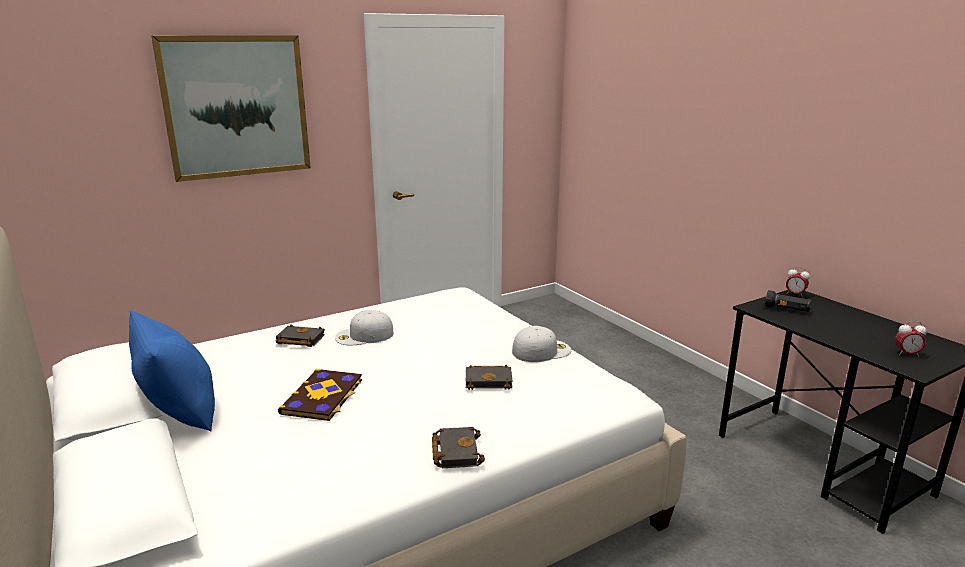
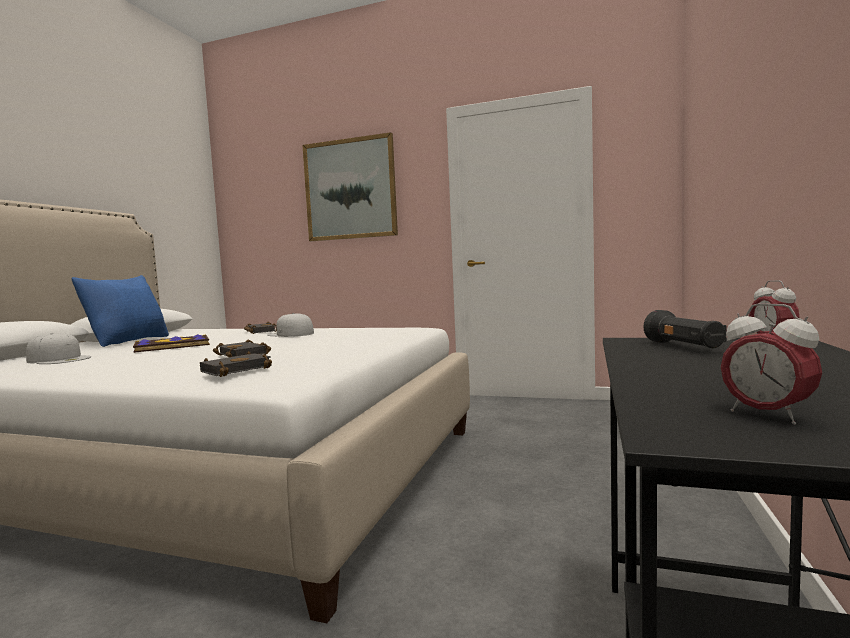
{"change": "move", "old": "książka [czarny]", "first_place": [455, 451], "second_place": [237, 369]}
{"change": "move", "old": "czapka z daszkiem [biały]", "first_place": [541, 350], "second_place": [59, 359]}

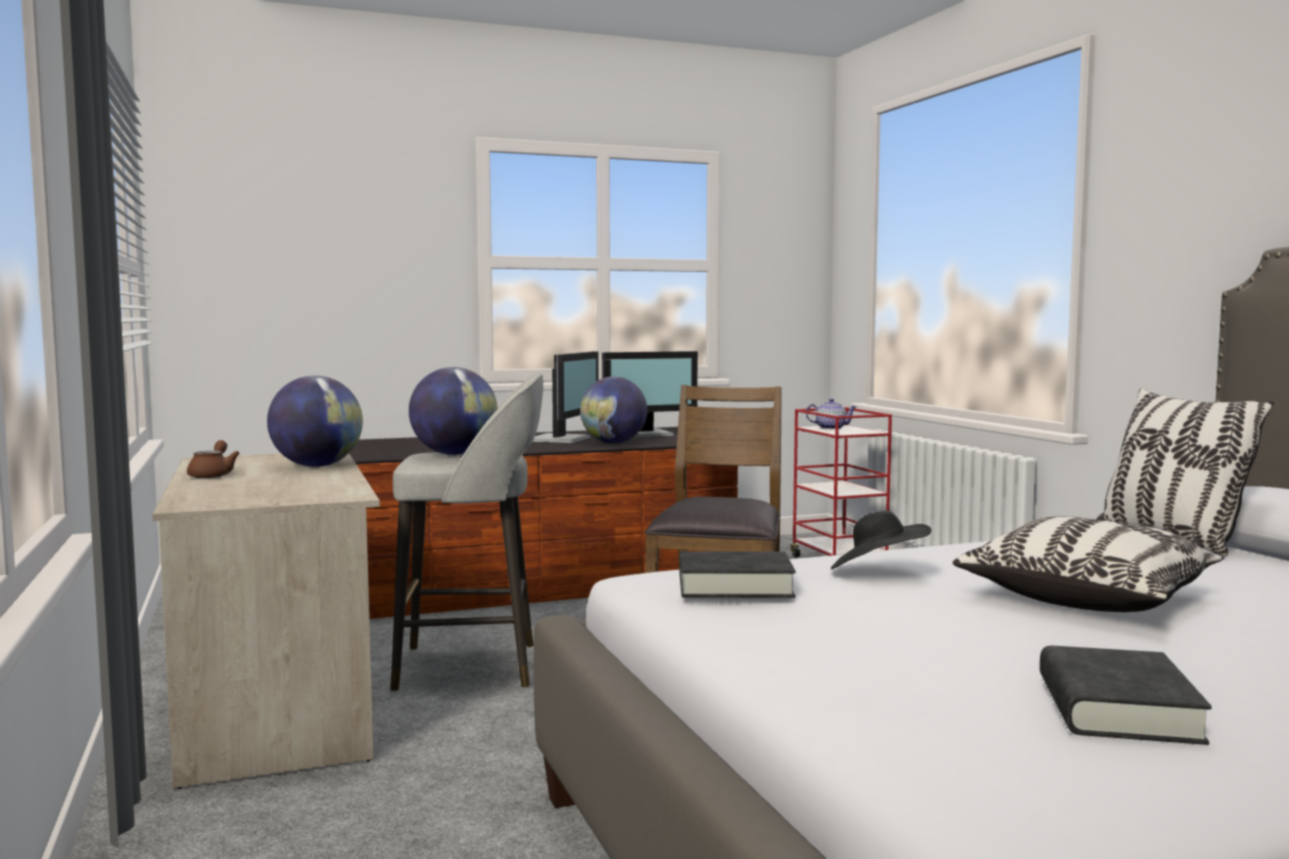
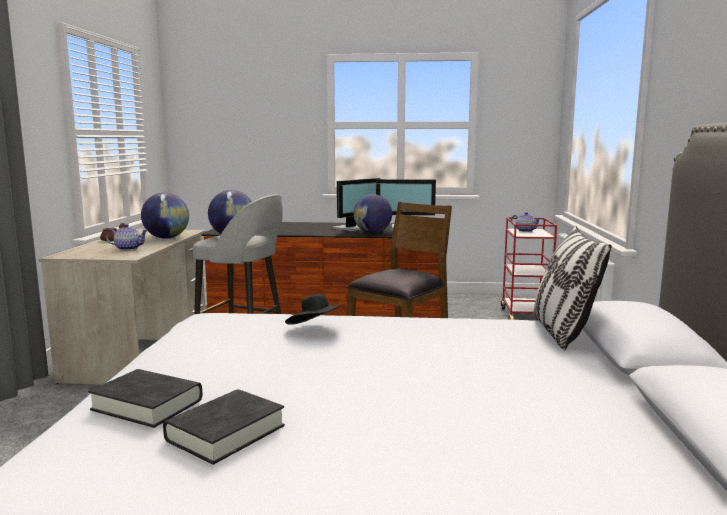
{"change": "delete", "old": "poduszka", "first_place": [1087, 597]}
{"change": "insert", "new": "imbryk", "second_place": [128, 248]}
{"change": "move", "old": "książka [czarny]", "first_place": [735, 586], "second_place": [147, 405]}

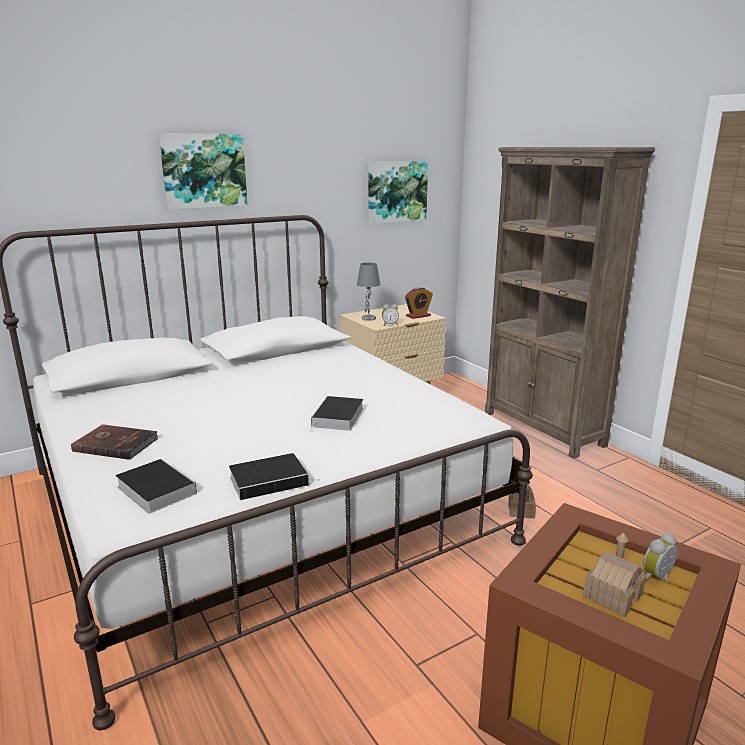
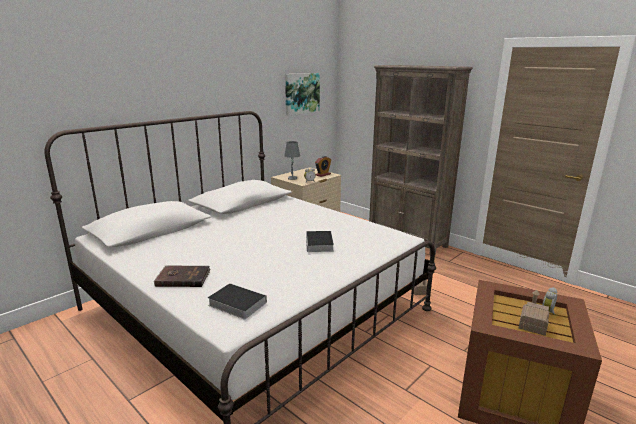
{"change": "delete", "old": "obraz", "first_place": [204, 171]}
{"change": "delete", "old": "książka", "first_place": [270, 480]}

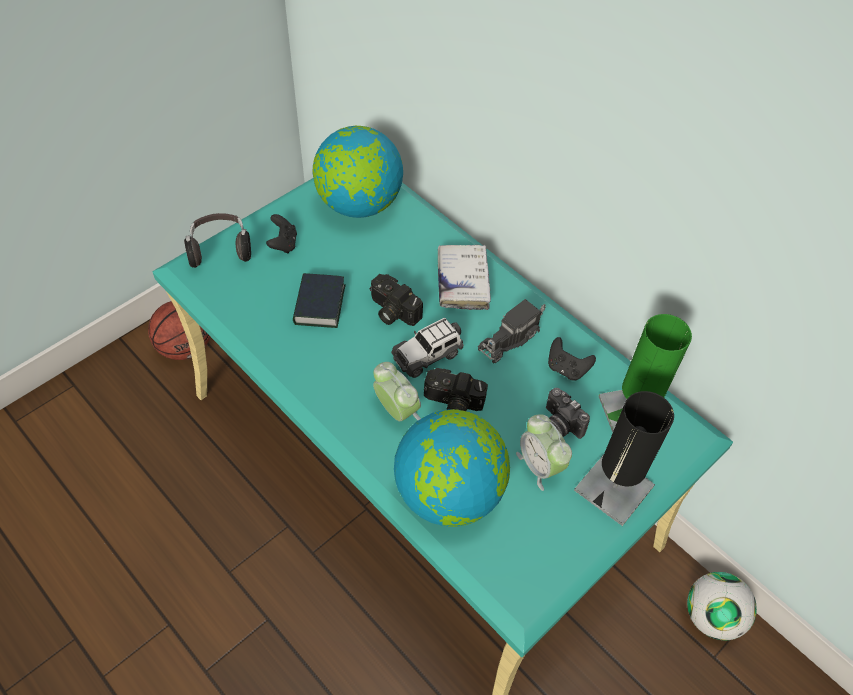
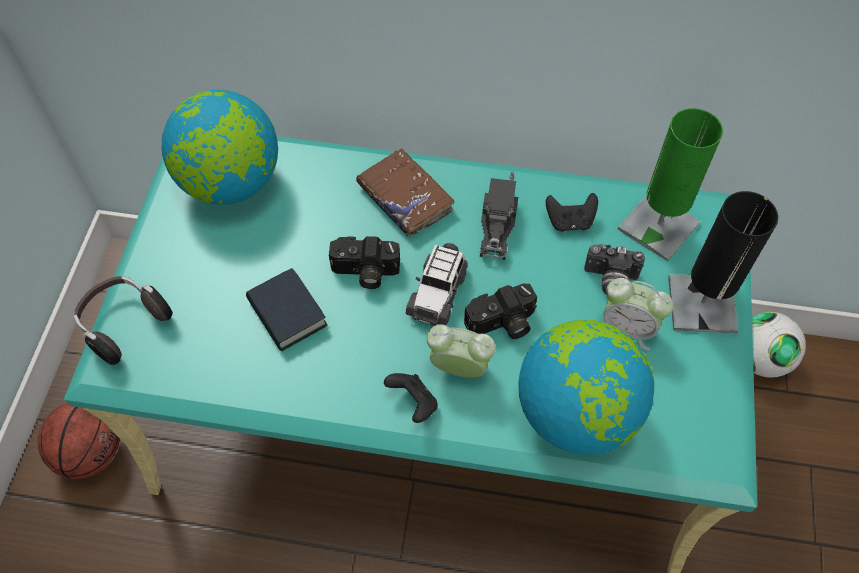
{"change": "move", "old": "pad do gier [czarny]", "first_place": [283, 244], "second_place": [413, 403]}
{"change": "recolor", "old": "książka [biały]", "new": "książka [brązowy]", "first_place": [462, 282], "second_place": [405, 198]}

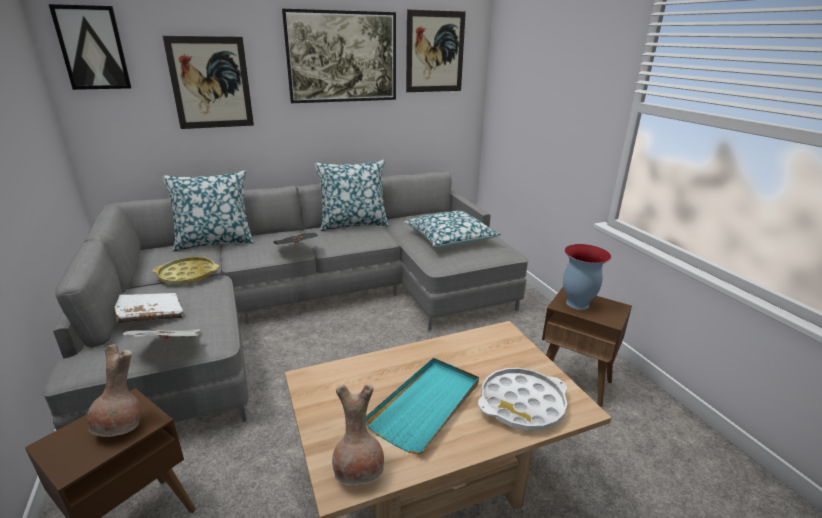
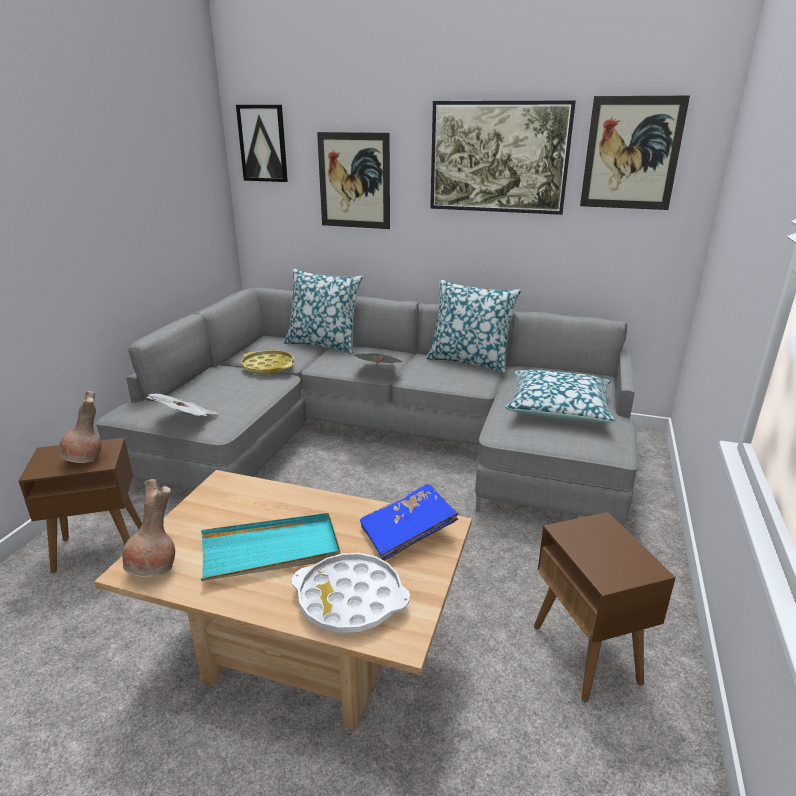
{"change": "delete", "old": "książka [biały]", "first_place": [150, 316]}
{"change": "delete", "old": "wazon", "first_place": [576, 304]}
{"change": "insert", "new": "książka [niebieski]", "second_place": [407, 533]}

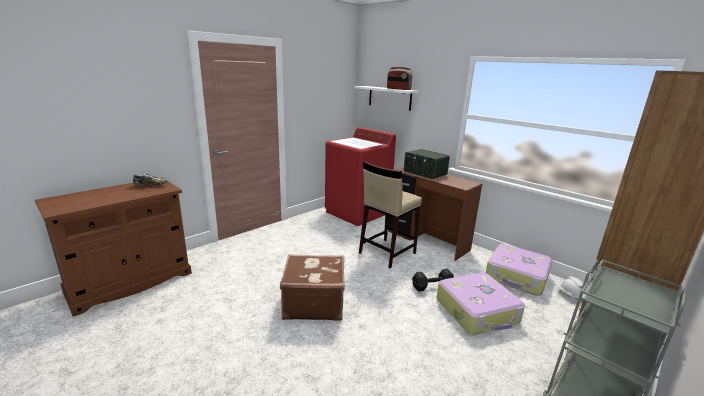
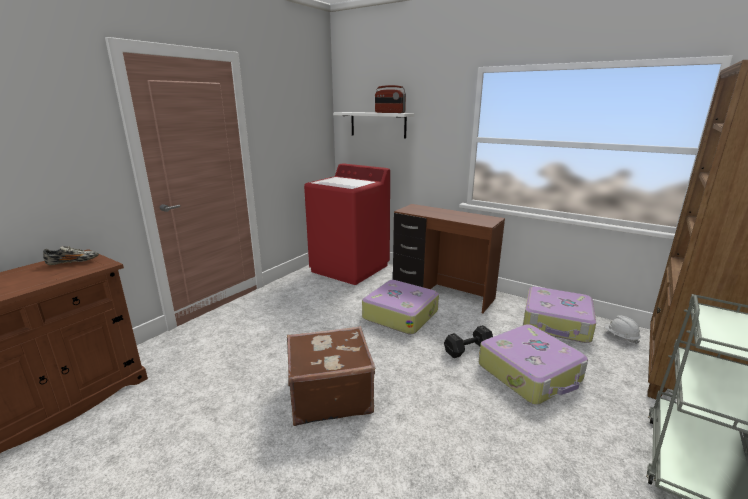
{"change": "delete", "old": "radio", "first_place": [424, 173]}
{"change": "replace", "old": "stołek [beżowy]", "new": "walizka", "first_place": [386, 253], "second_place": [400, 314]}

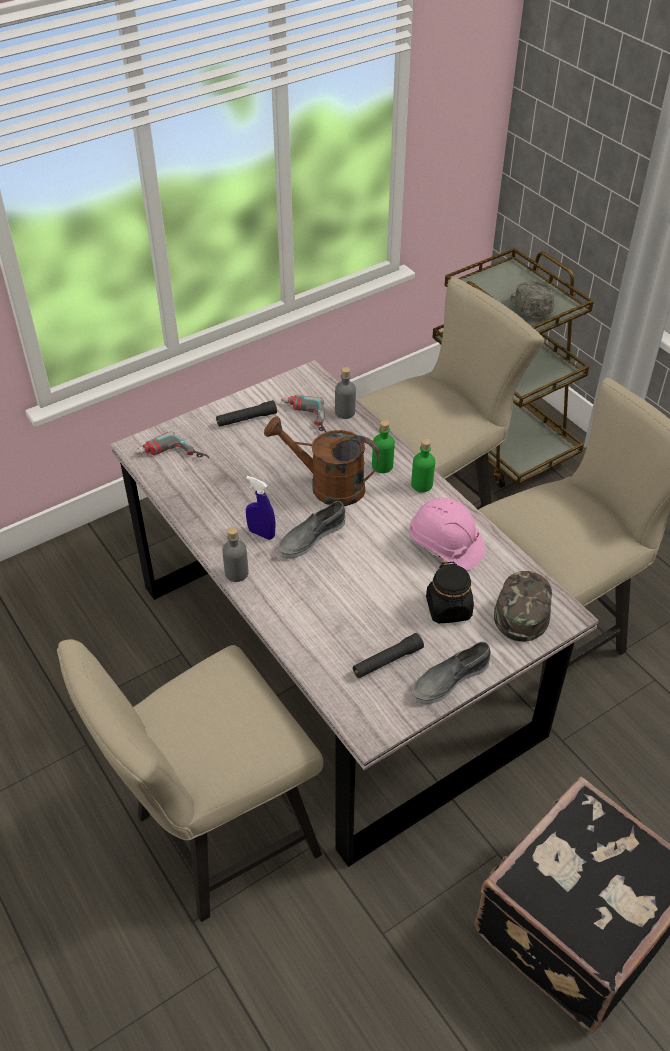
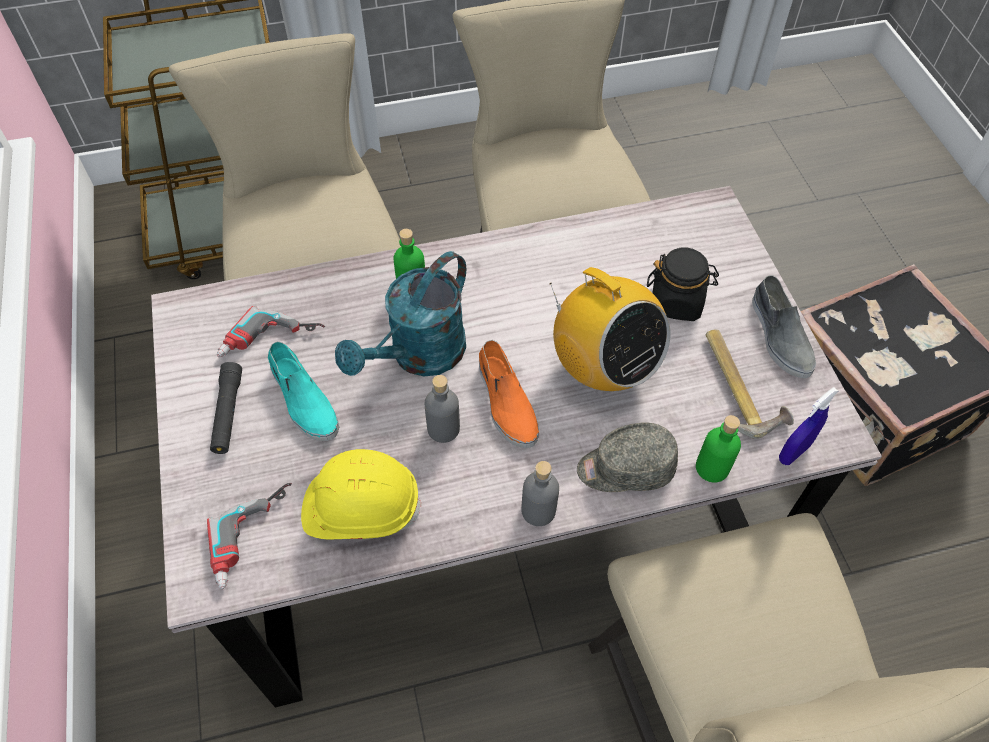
{"change": "delete", "old": "kask [różowy]", "first_place": [445, 546]}
{"change": "delete", "old": "czapka z daszkiem [zielony]", "first_place": [522, 607]}
{"change": "insert", "new": "but [turkusowy]", "second_place": [303, 400]}
{"change": "insert", "new": "kask [żółty]", "second_place": [361, 507]}
{"change": "insert", "new": "radio", "second_place": [603, 368]}
{"change": "move", "old": "spryskiwacz [niebieski]", "first_place": [261, 533], "second_place": [793, 452]}
{"change": "move", "old": "butelka [szary]", "first_place": [345, 412], "second_place": [443, 428]}
{"change": "move", "old": "butelka [zielony]", "first_place": [422, 485], "second_place": [712, 467]}
{"change": "move", "old": "czapka z daszkiem [szary]", "first_place": [529, 306], "second_place": [625, 468]}
{"change": "replace", "old": "latarka [czarny]", "new": "młotek", "first_place": [387, 661], "second_place": [739, 385]}
{"change": "recolor", "old": "konewka [brązowy]", "new": "konewka [turkusowy]", "first_place": [327, 486], "second_place": [419, 356]}
{"change": "recolor", "old": "but [szary]", "new": "but [pomarańczowy]", "first_place": [311, 537], "second_place": [506, 402]}

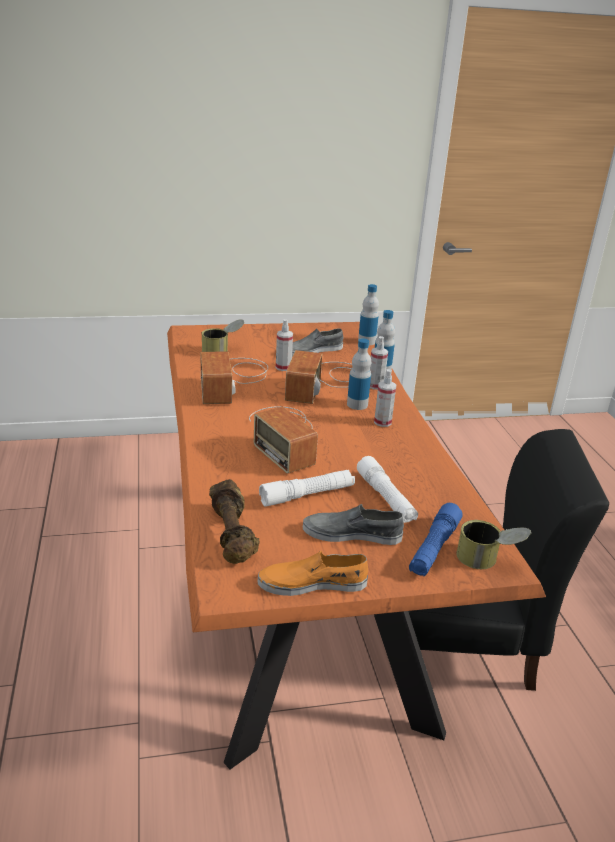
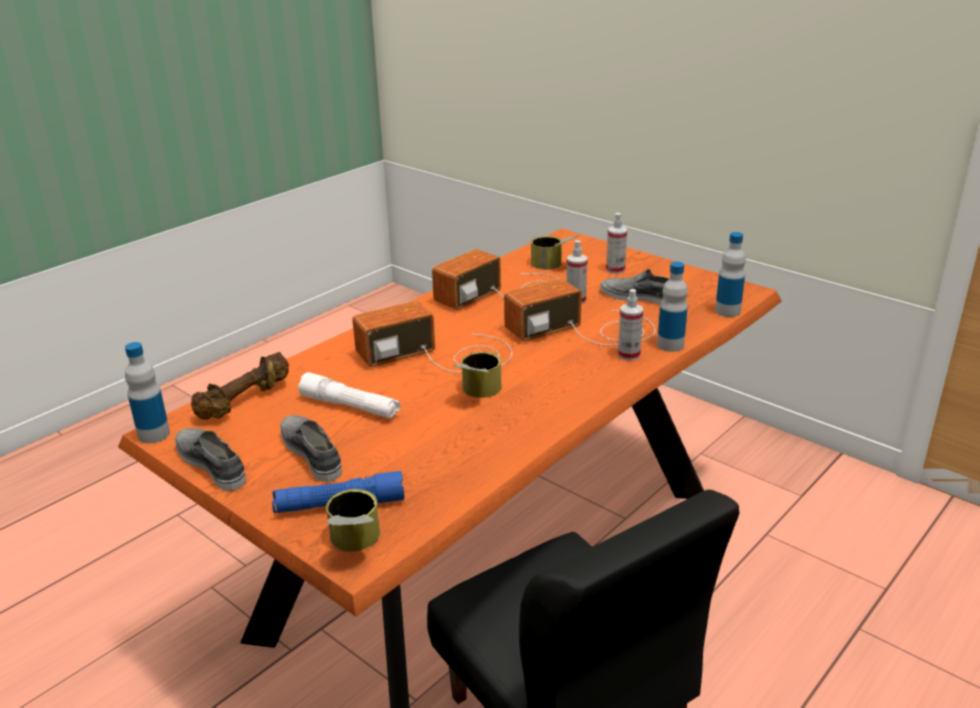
{"change": "delete", "old": "latarka [biały]", "first_place": [385, 498]}
{"change": "insert", "new": "puszka", "second_place": [477, 393]}
{"change": "move", "old": "butelka", "first_place": [357, 404], "second_place": [154, 434]}
{"change": "move", "old": "spryskiwacz", "first_place": [382, 422], "second_place": [615, 270]}
{"change": "recolor", "old": "but [pomarańczowy]", "new": "but [szary]", "first_place": [312, 583], "second_place": [212, 463]}
{"change": "rotate", "old": "radio", "first_place": [284, 435], "second_place": [441, 355], "degrees": 45}

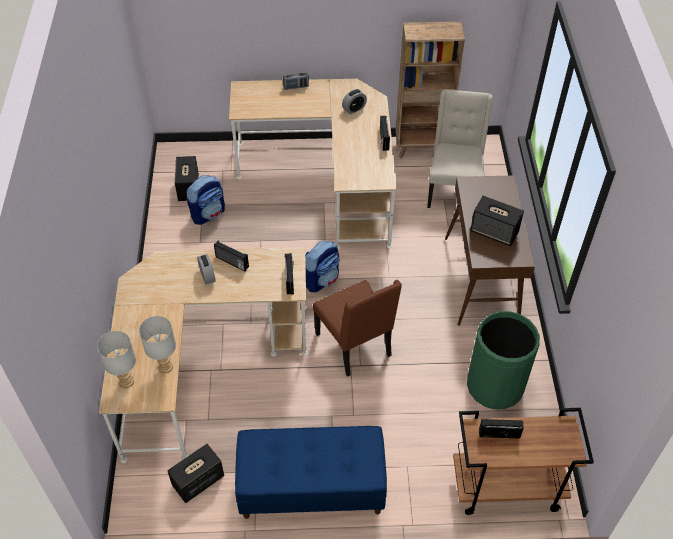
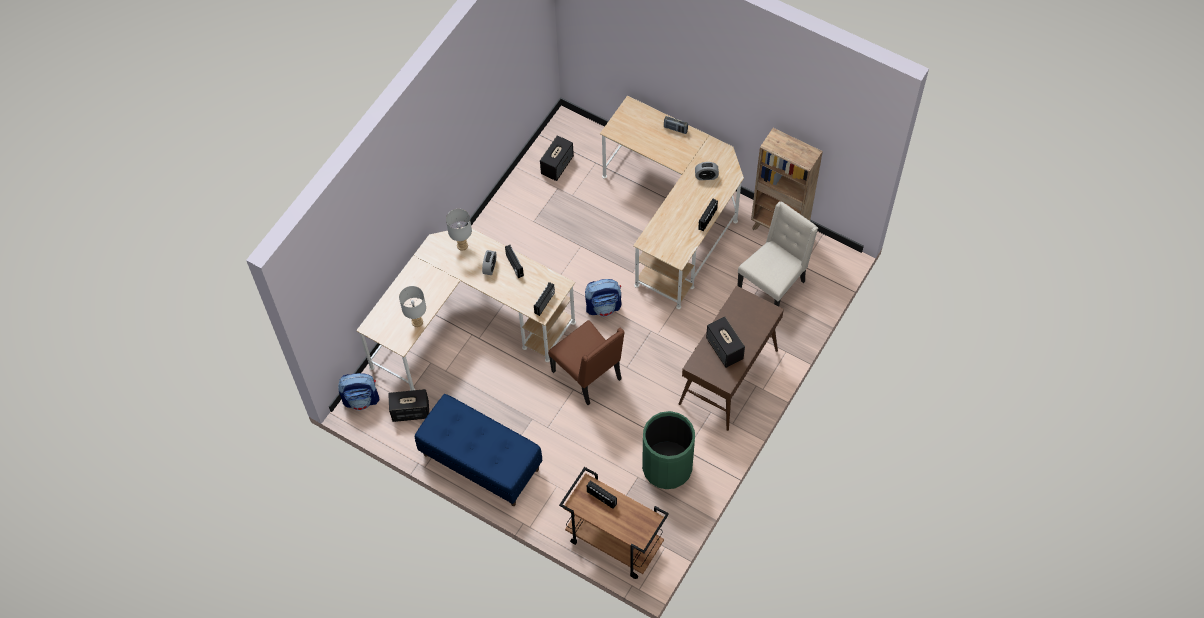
{"change": "move", "old": "lampa stołowa [szary]", "first_place": [126, 382], "second_place": [462, 245]}
{"change": "move", "old": "plecak", "first_place": [208, 213], "second_place": [361, 399]}
{"change": "rotate", "old": "krzesło [brązowy]", "first_place": [355, 345], "second_place": [588, 375], "degrees": -45}

